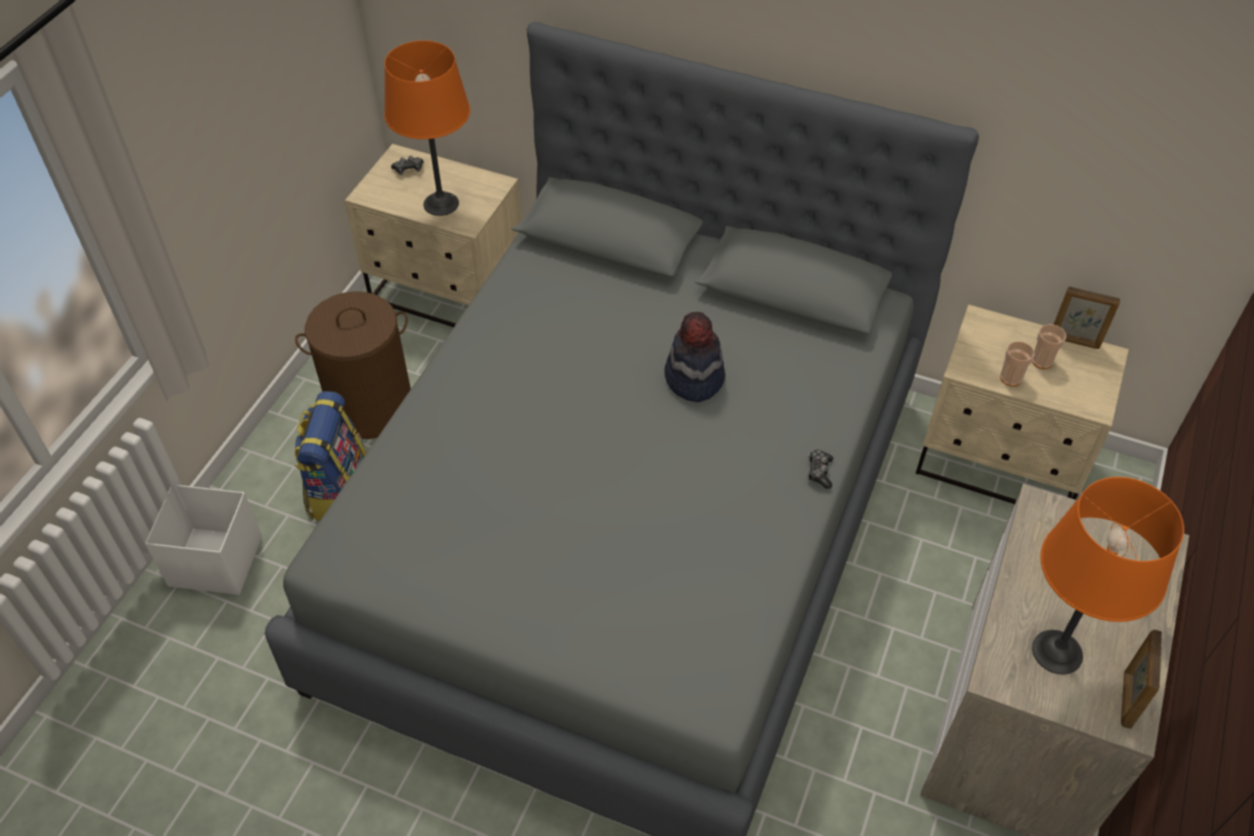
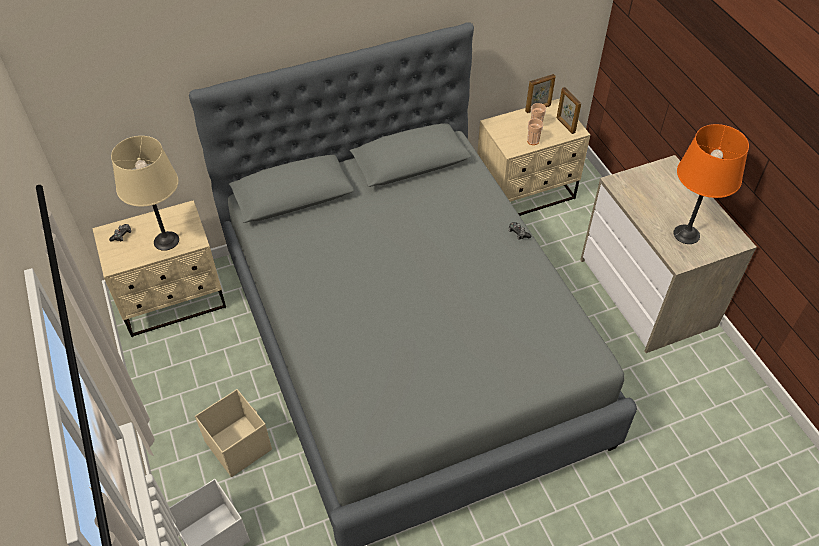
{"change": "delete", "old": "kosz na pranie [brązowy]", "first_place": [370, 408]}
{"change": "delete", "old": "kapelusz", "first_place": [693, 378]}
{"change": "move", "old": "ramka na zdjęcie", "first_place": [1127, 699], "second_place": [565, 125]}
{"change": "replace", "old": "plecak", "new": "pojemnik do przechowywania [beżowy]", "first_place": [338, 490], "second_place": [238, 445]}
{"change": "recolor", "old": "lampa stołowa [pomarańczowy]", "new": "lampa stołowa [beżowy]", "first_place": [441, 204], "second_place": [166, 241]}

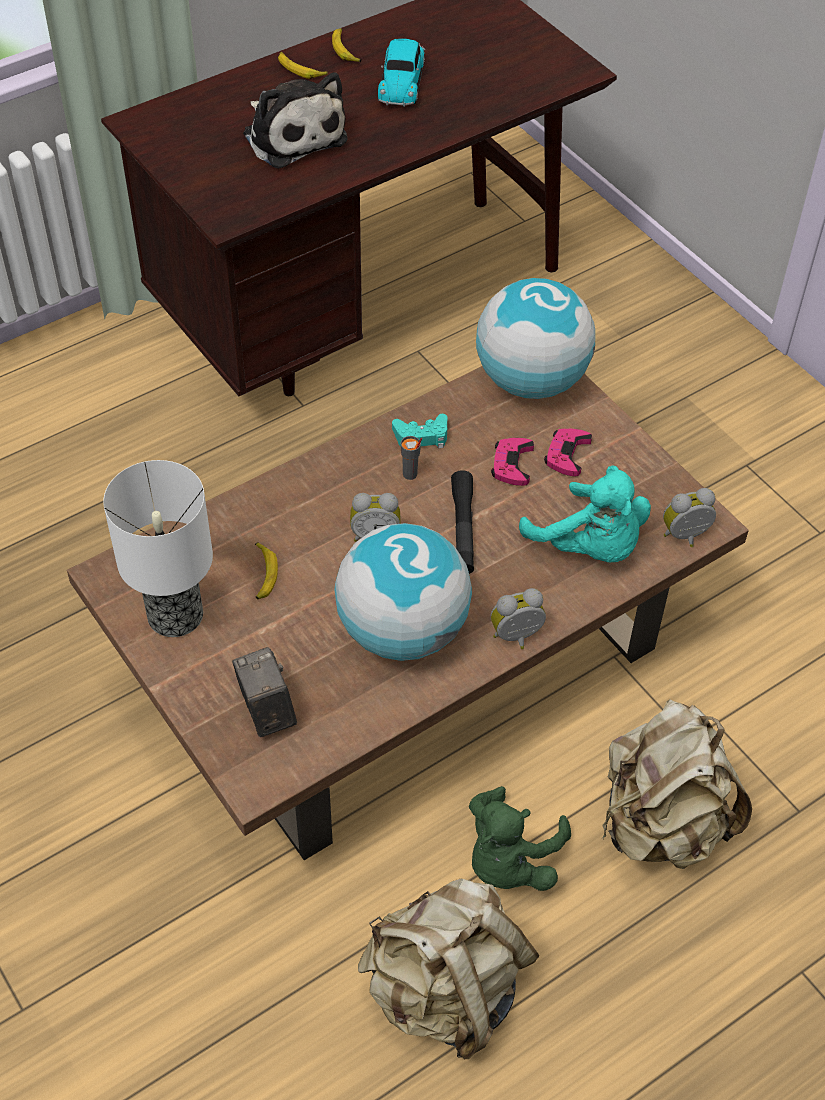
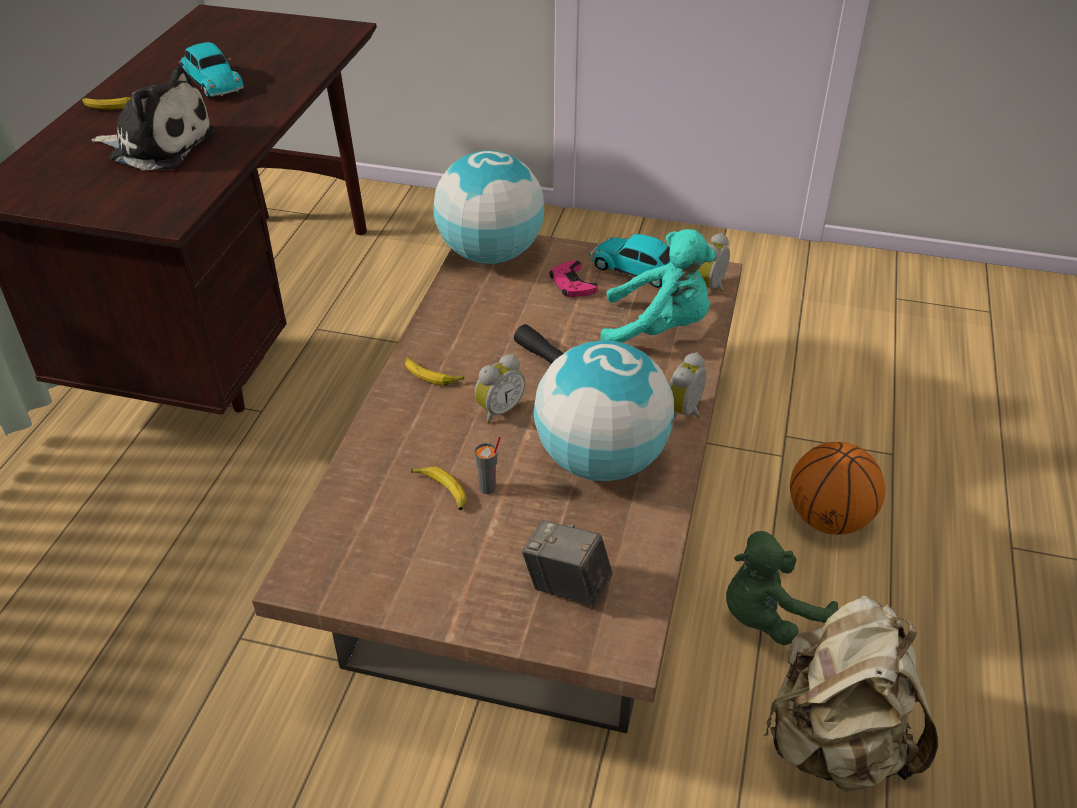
{"change": "delete", "old": "lampa stołowa", "first_place": [174, 617]}
{"change": "delete", "old": "pad do gier [turkusowy]", "first_place": [421, 437]}
{"change": "delete", "old": "pad do gier [różowy]", "first_place": [512, 464]}
{"change": "insert", "new": "samochodzik", "second_place": [639, 271]}
{"change": "move", "old": "banan", "first_place": [345, 50], "second_place": [432, 375]}
{"change": "move", "old": "filiżanka [szary]", "first_place": [410, 474], "second_place": [488, 488]}
{"change": "replace", "old": "plecak [beżowy]", "new": "piłka do koszykówki", "first_place": [661, 823], "second_place": [829, 519]}
{"change": "rotate", "old": "pluszak [zielony]", "first_place": [509, 860], "second_place": [767, 616], "degrees": 75}

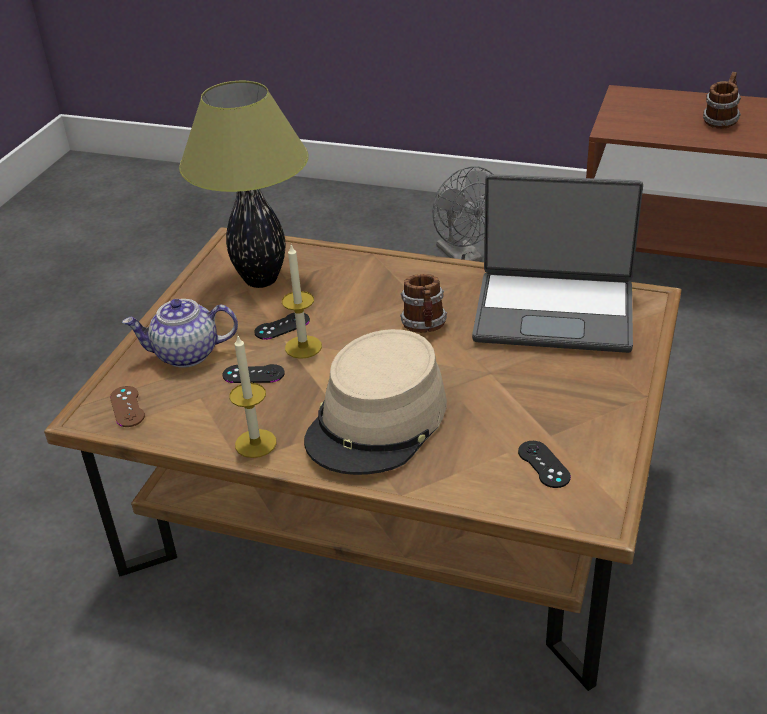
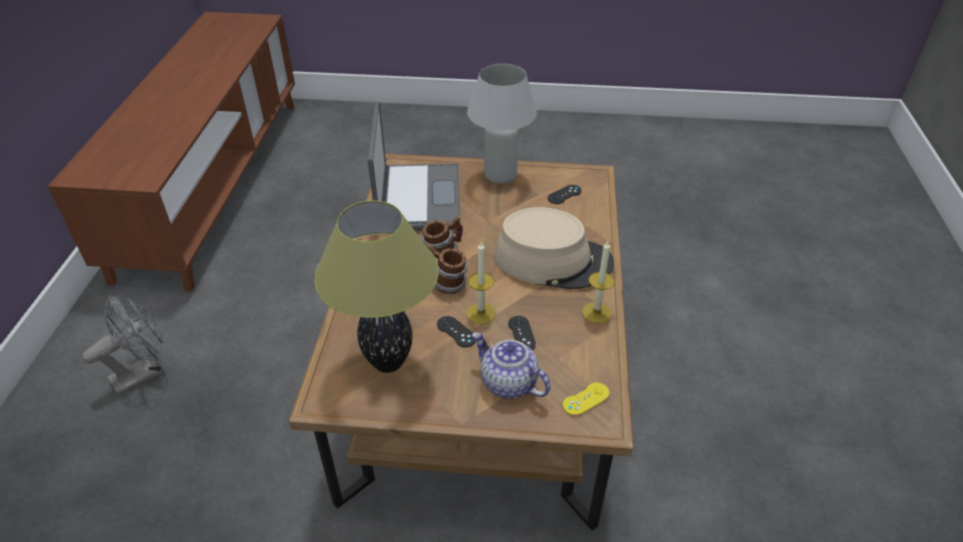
{"change": "insert", "new": "lampa stołowa [biały]", "second_place": [500, 175]}
{"change": "move", "old": "kubek", "first_place": [720, 121], "second_place": [446, 284]}
{"change": "recolor", "old": "pad do gier [brązowy]", "new": "pad do gier [żółty]", "first_place": [127, 407], "second_place": [586, 399]}
{"change": "rotate", "old": "imbryk", "first_place": [186, 354], "second_place": [508, 383], "degrees": 150}

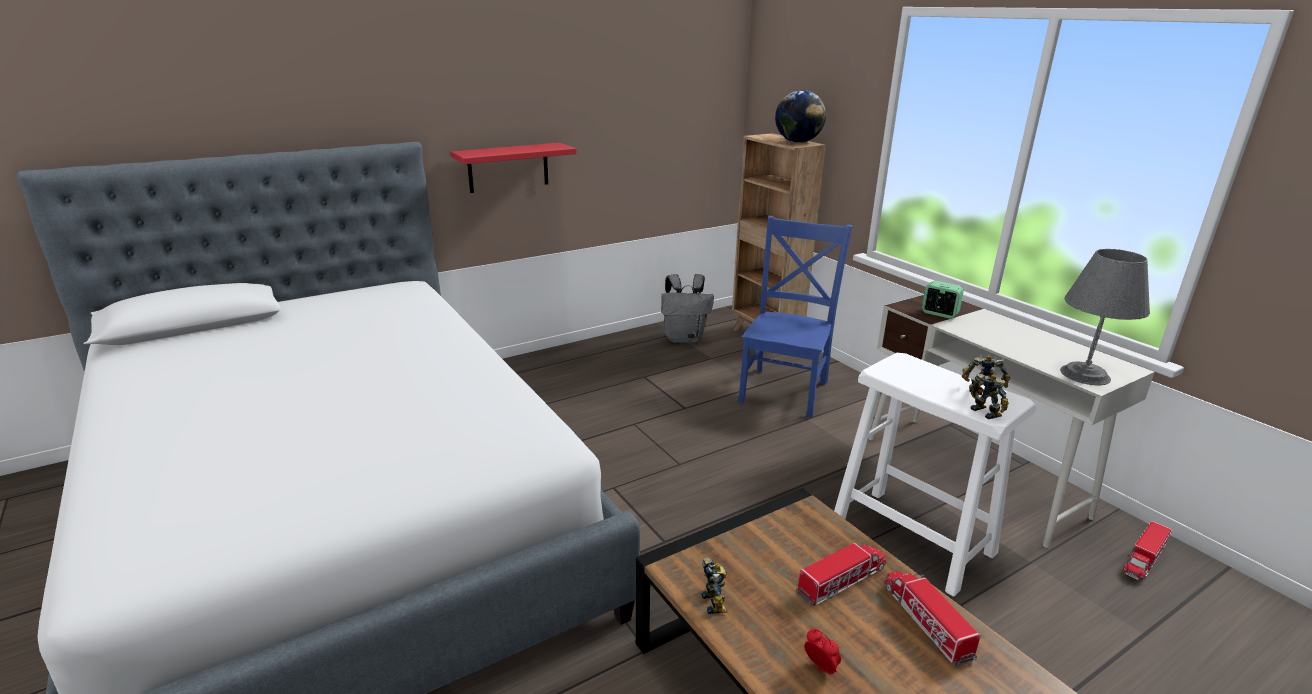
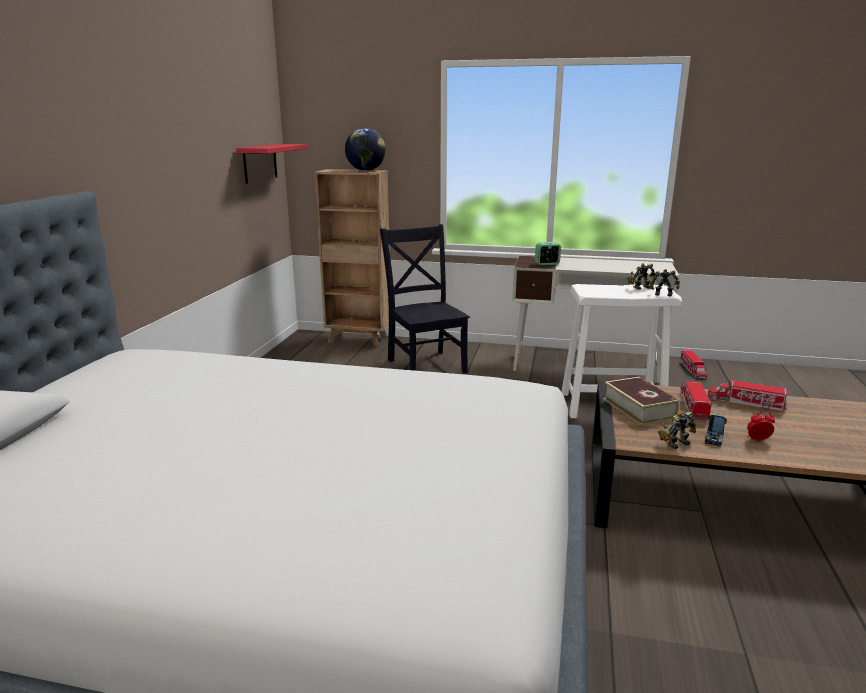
{"change": "delete", "old": "plecak [szary]", "first_place": [684, 338]}
{"change": "delete", "old": "lampa stołowa [szary]", "first_place": [1084, 374]}
{"change": "insert", "new": "książka", "second_place": [639, 408]}
{"change": "insert", "new": "ciężarówka zabawkowa", "second_place": [714, 438]}
{"change": "move", "old": "półka [czerwony]", "first_place": [508, 167], "second_place": [260, 163]}
{"change": "recolor", "old": "krzesło [niebieski]", "new": "krzesło [czarny]", "first_place": [785, 390], "second_place": [425, 364]}
{"change": "rotate", "old": "robot zabawkowy", "first_place": [716, 602], "second_place": [675, 443], "degrees": -60}

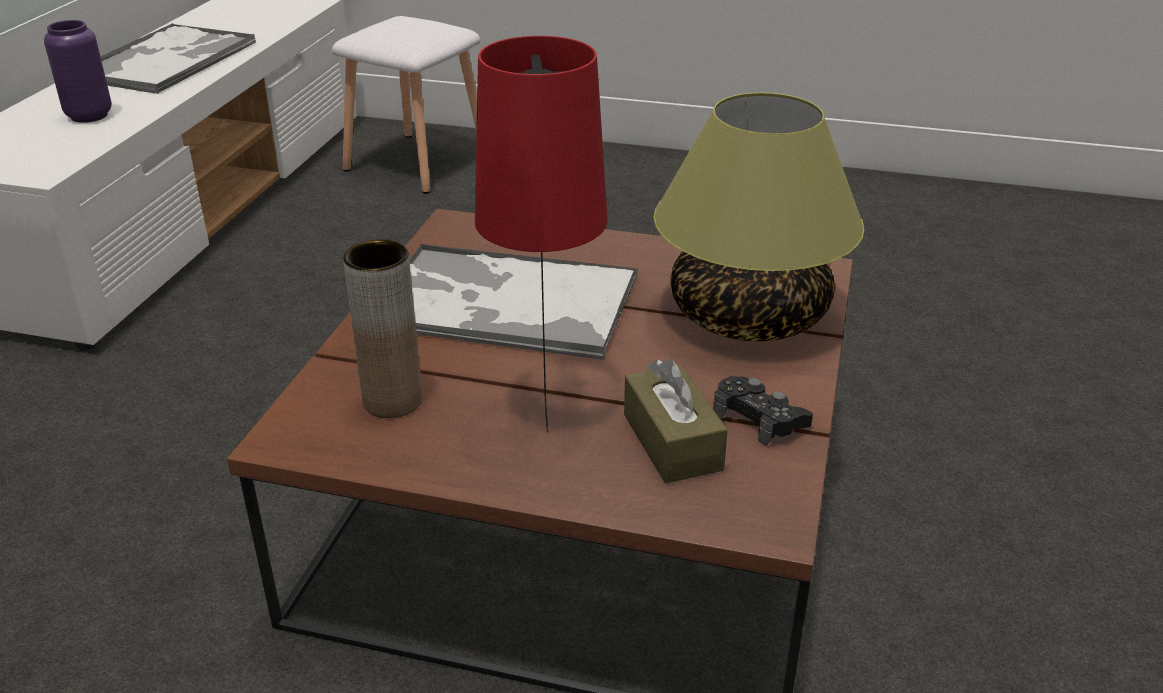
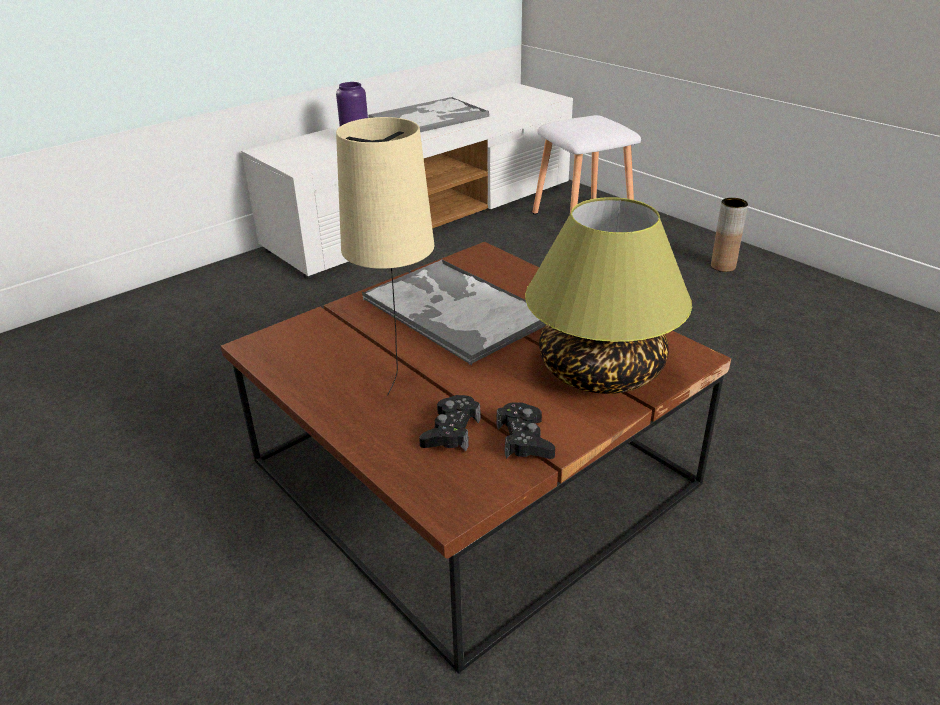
{"change": "move", "old": "wazon [brązowy]", "first_place": [392, 401], "second_place": [723, 266]}
{"change": "replace", "old": "pudełko chusteczek [brązowy]", "new": "pad do gier [czarny]", "first_place": [672, 442], "second_place": [451, 431]}
{"change": "recolor", "old": "lampa stołowa [czerwony]", "new": "lampa stołowa [beżowy]", "first_place": [544, 413], "second_place": [399, 383]}

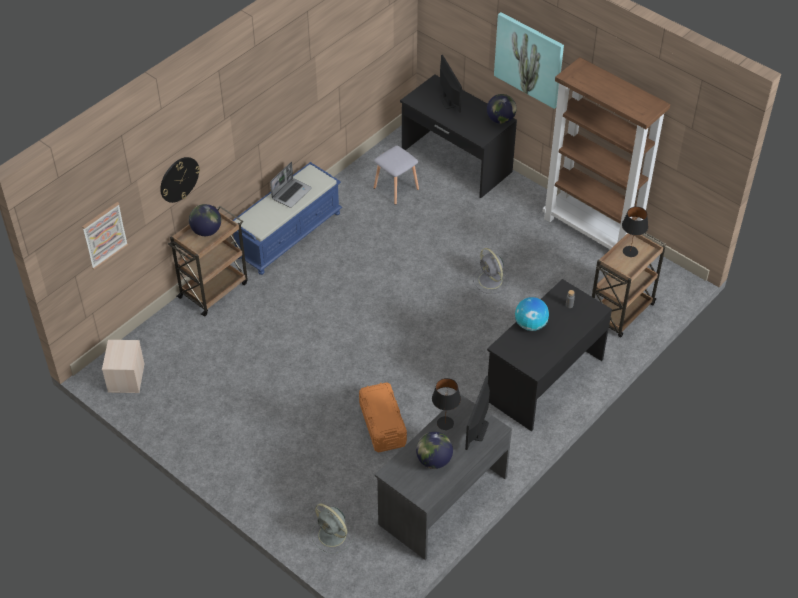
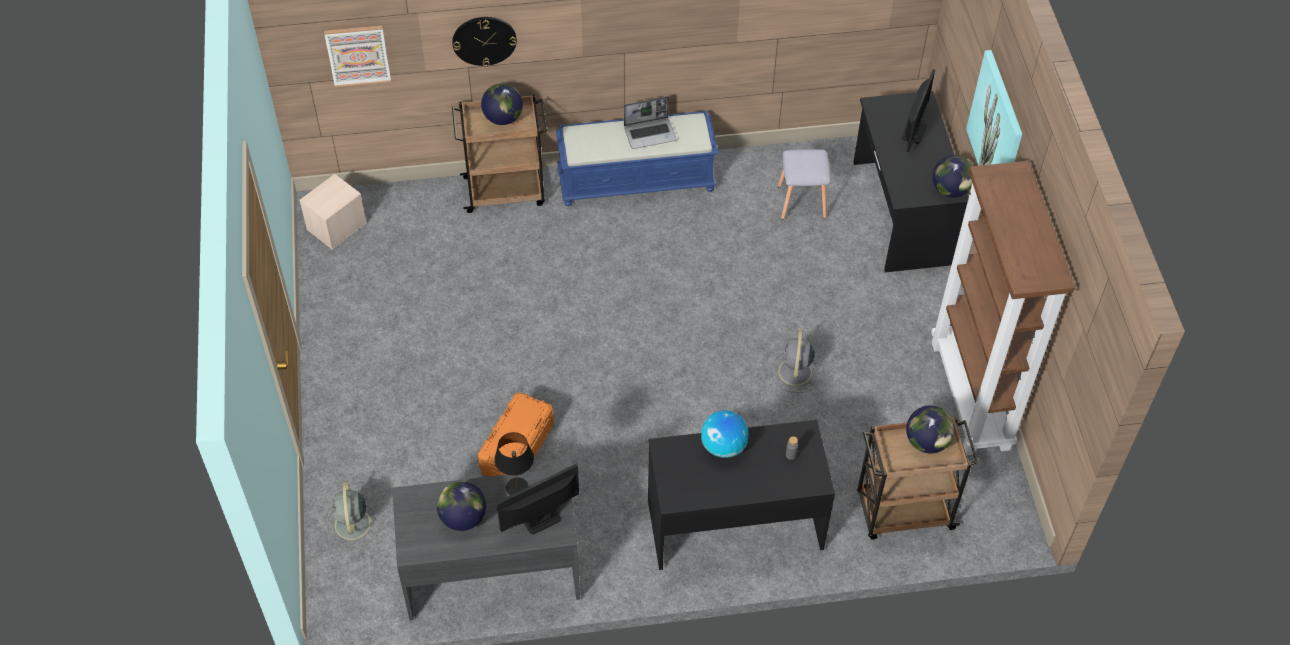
{"change": "replace", "old": "lampa stołowa [czarny]", "new": "globus", "first_place": [630, 251], "second_place": [927, 442]}

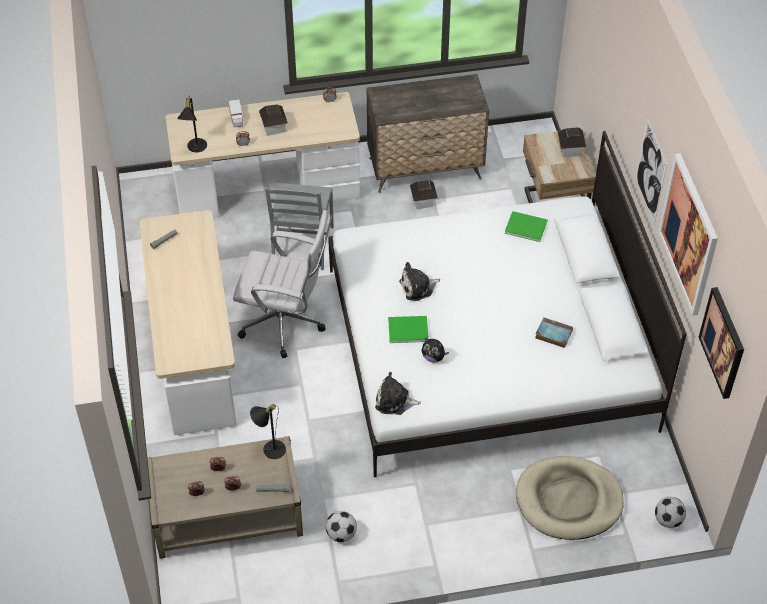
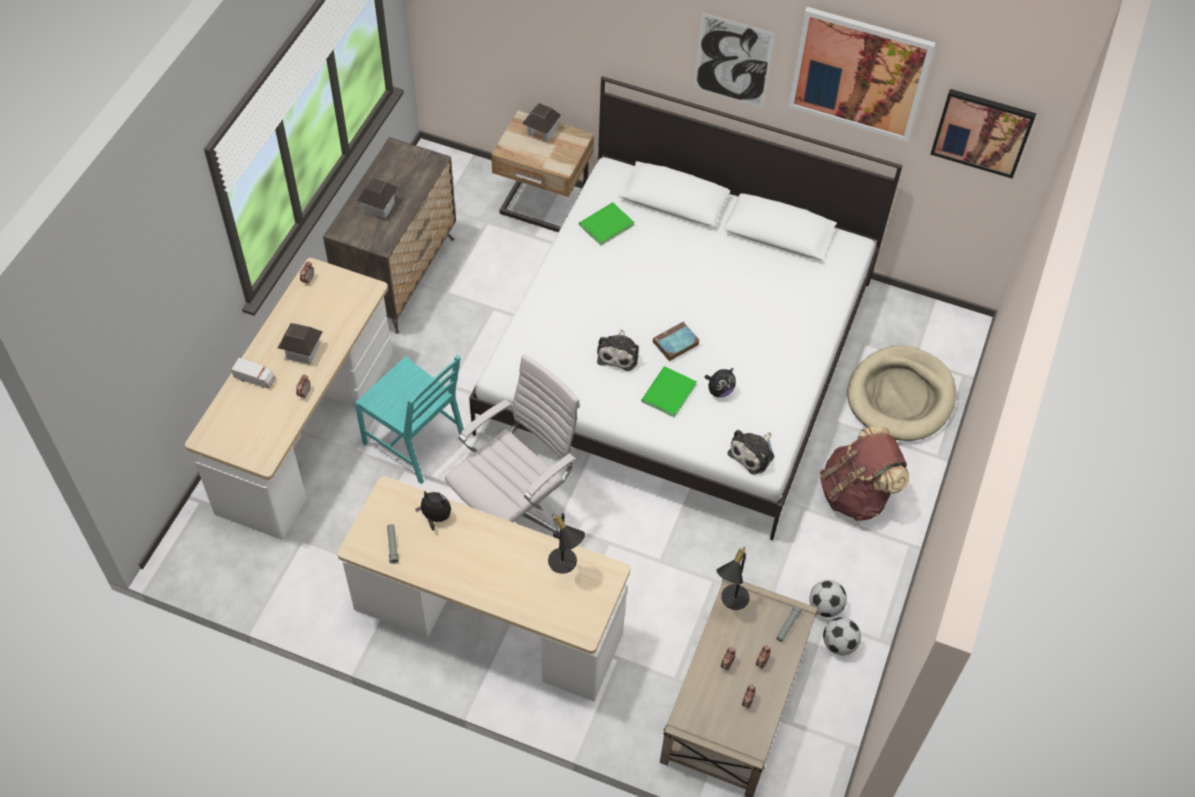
{"change": "insert", "new": "pluszak", "second_place": [435, 517]}
{"change": "insert", "new": "plecak [brązowy]", "second_place": [856, 494]}
{"change": "move", "old": "lampa stołowa [czarny]", "first_place": [195, 148], "second_place": [565, 565]}
{"change": "move", "old": "domek", "first_place": [423, 201], "second_place": [379, 206]}
{"change": "move", "old": "książka", "first_place": [552, 334], "second_place": [675, 344]}
{"change": "move", "old": "piłka futbolowa", "first_place": [668, 520], "second_place": [839, 644]}
{"change": "recolor", "old": "krzesło [szary]", "new": "krzesło [turkusowy]", "first_place": [302, 246], "second_place": [416, 441]}

